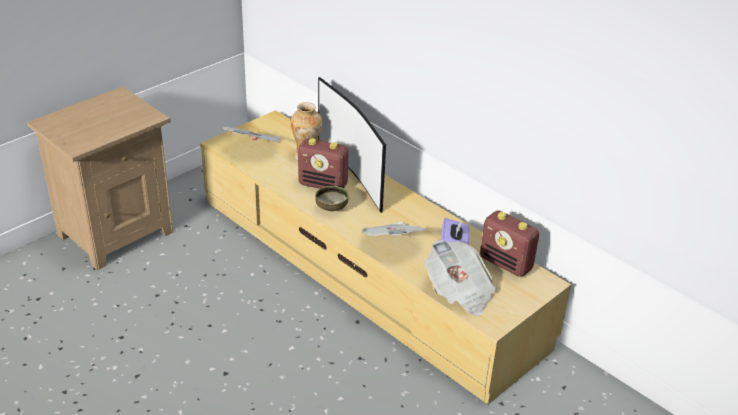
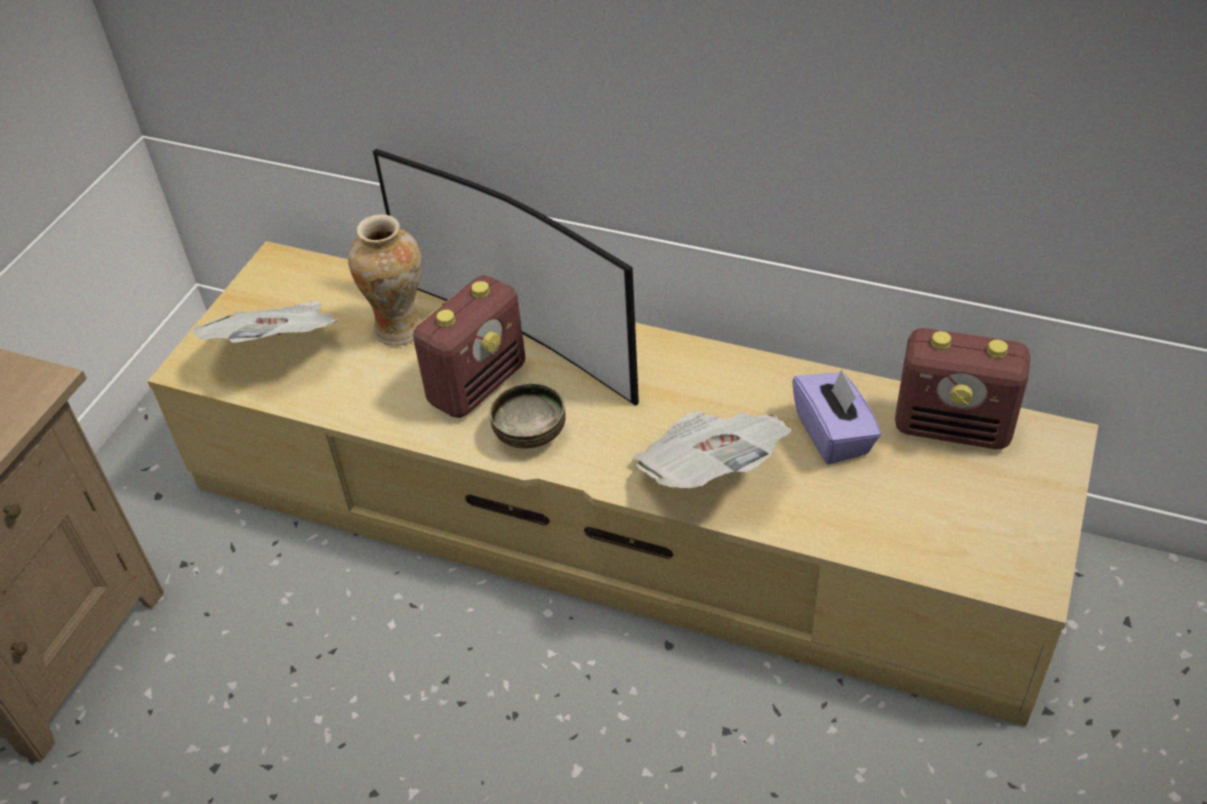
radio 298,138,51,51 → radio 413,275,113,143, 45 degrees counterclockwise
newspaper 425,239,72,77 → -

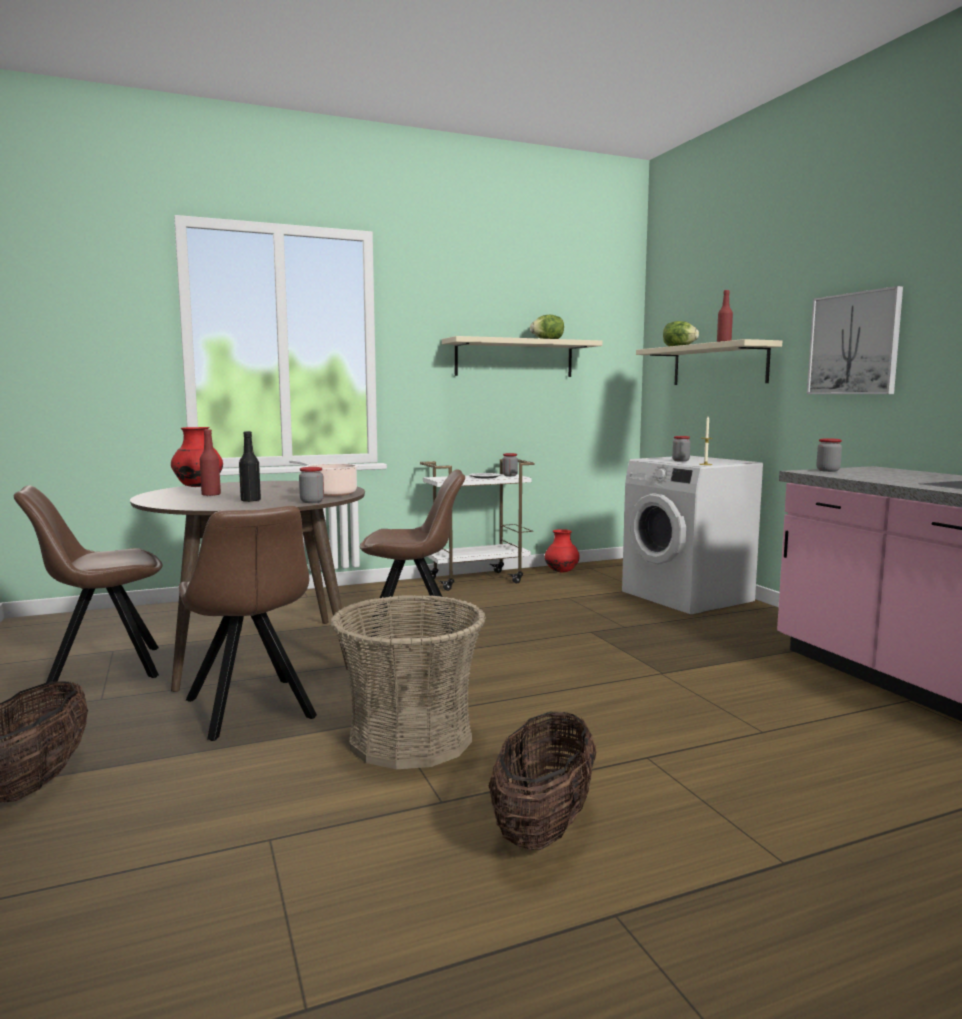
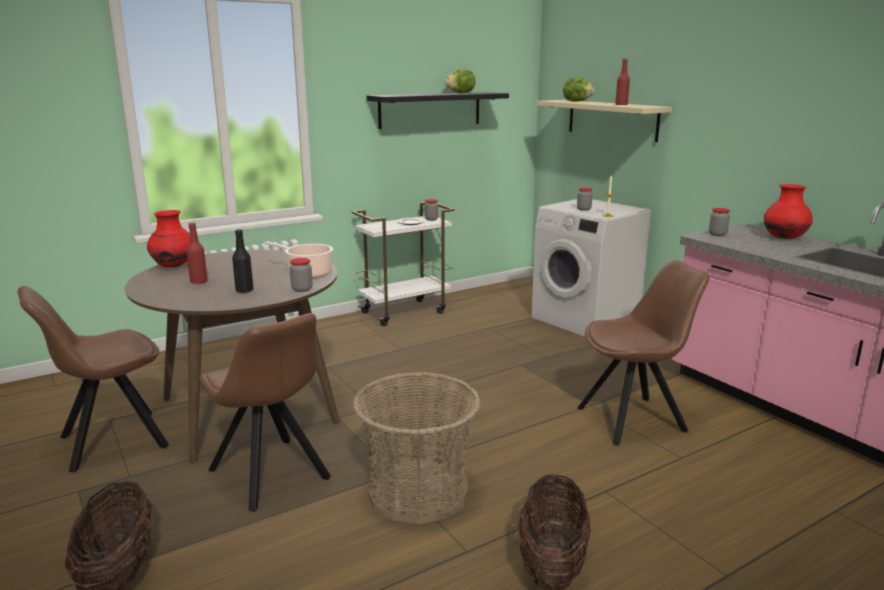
picture 807,286,96,108 → -
shelf in beige 442,336,160,41 → shelf in black 367,92,142,37
chair in brown 359,469,106,168 → chair in brown 578,260,132,185, shifted
vase in red 545,529,35,44 → vase in red 764,184,49,55, shifted

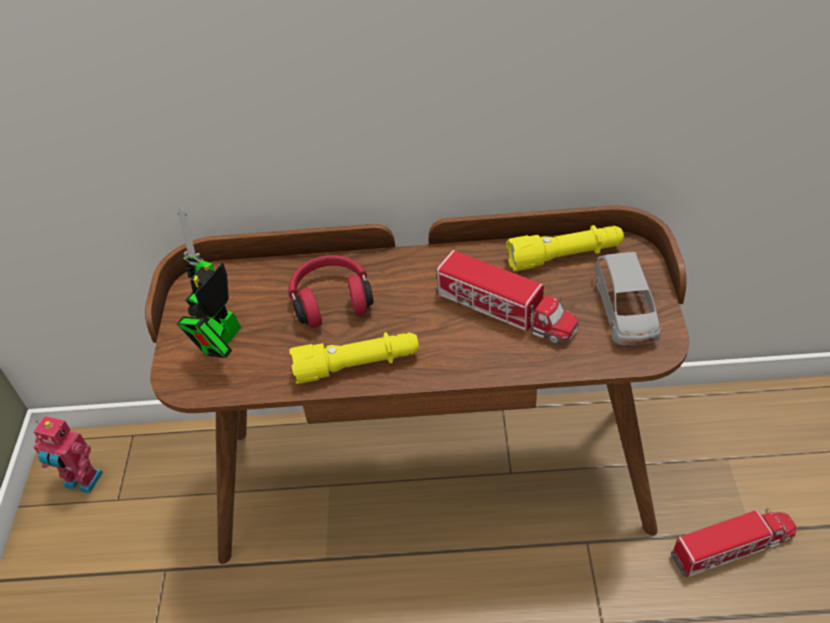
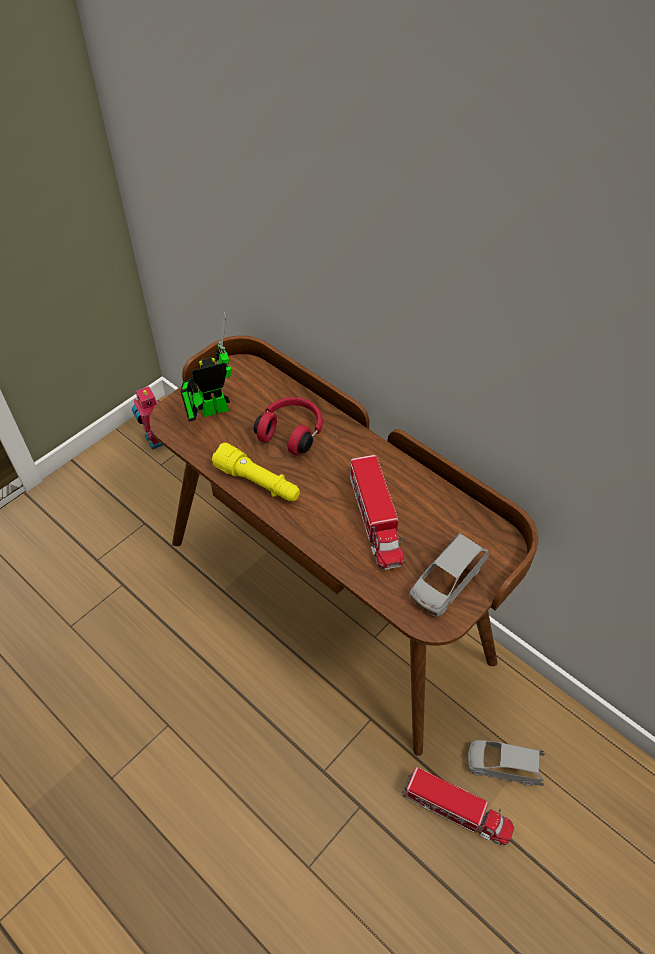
flashlight in yellow 506,225,118,46 → -
- → toy car in grey 467,740,78,46

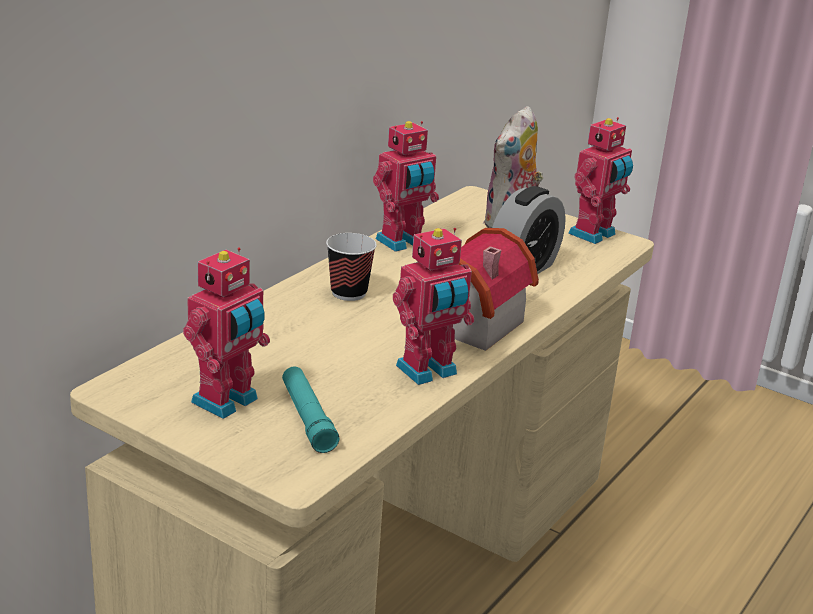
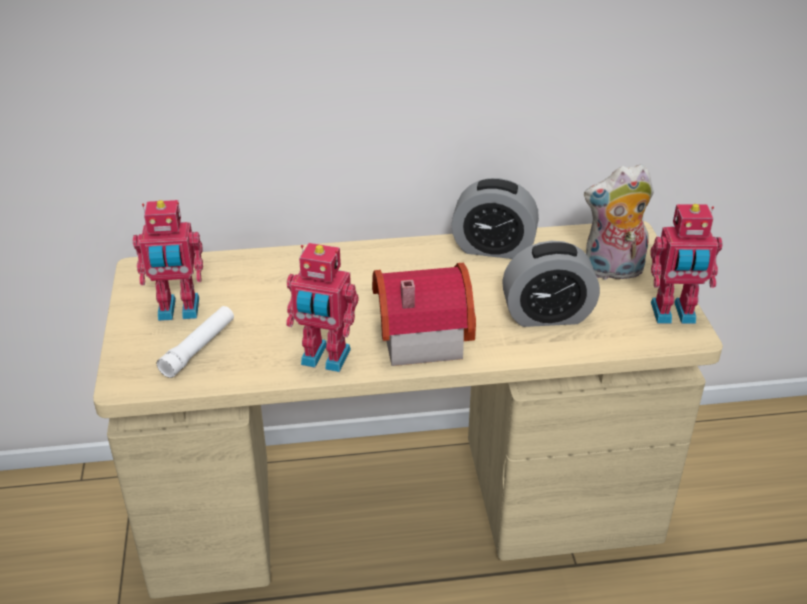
toy robot 373,121,66,131 → alarm clock 451,178,88,81
cup 326,233,51,68 → -
flashlight in turquoise 282,367,57,86 → flashlight in white 157,306,77,72

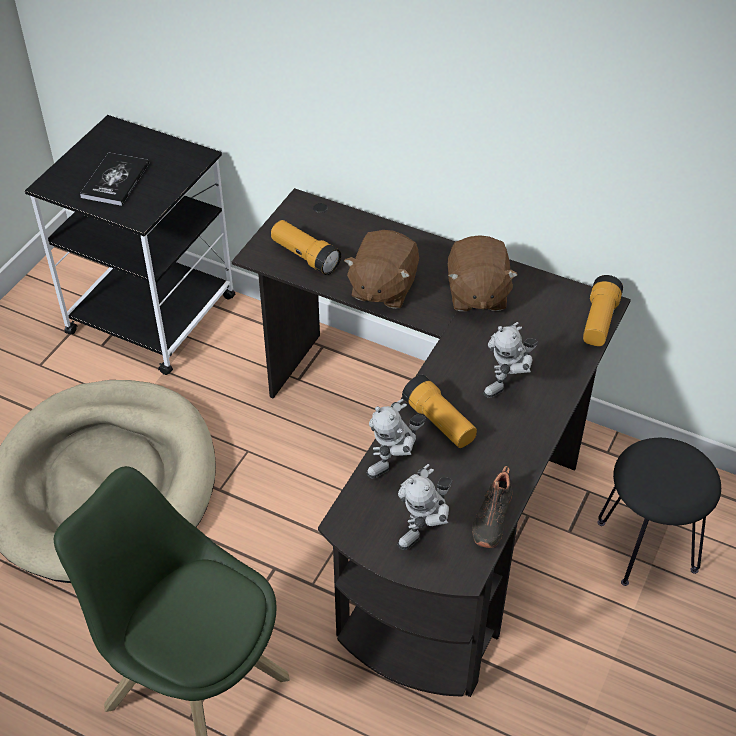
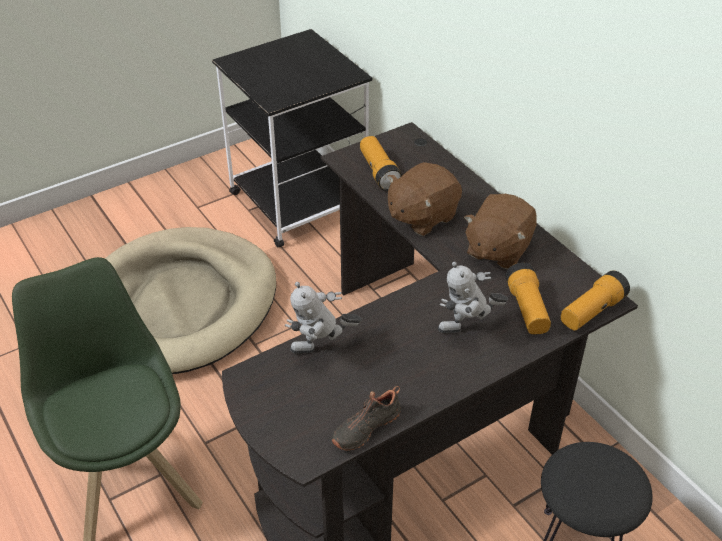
book 80,152,69,54 → -
flashlight 402,375,75,73 → flashlight 506,262,45,72, shifted
toy robot 398,464,54,86 → -

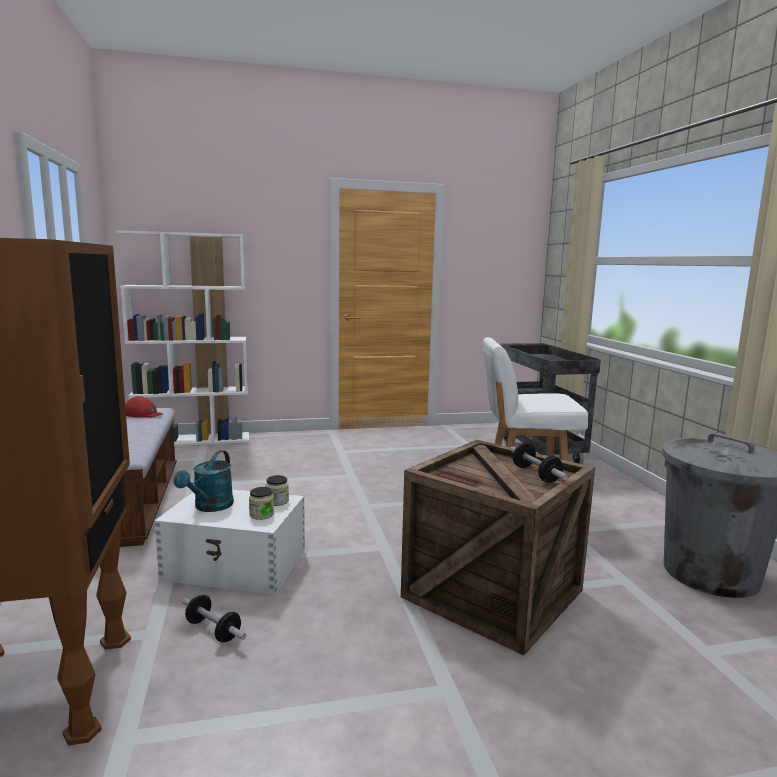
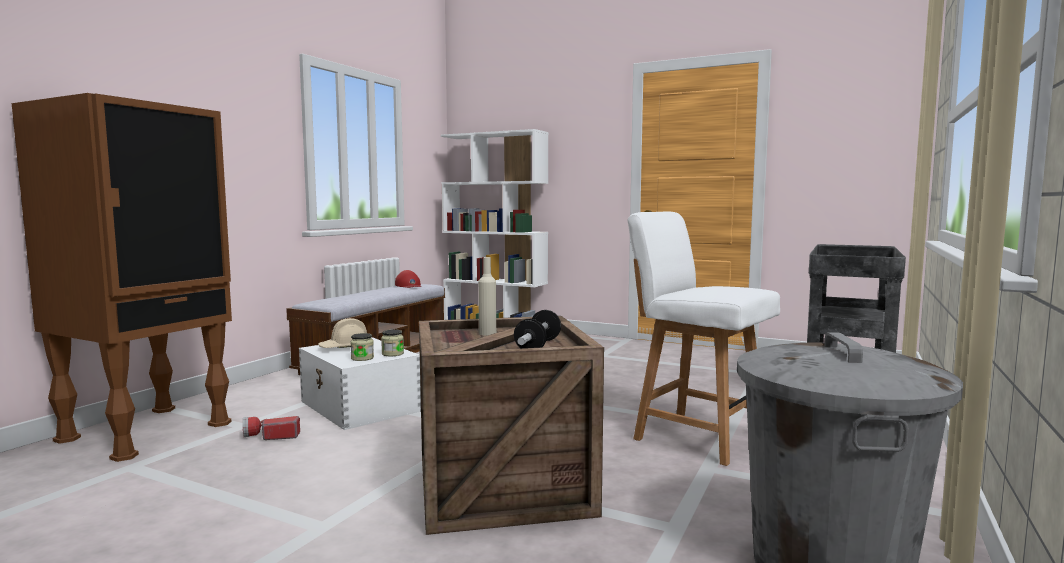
watering can in turquoise 174,450,60,62 → hard hat in beige 318,318,49,30
dumbbell 182,595,64,47 → flashlight 243,416,57,24
- → bottle in beige 478,257,18,79

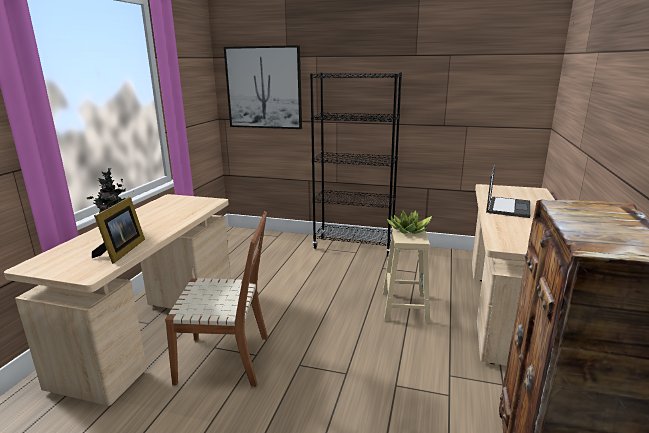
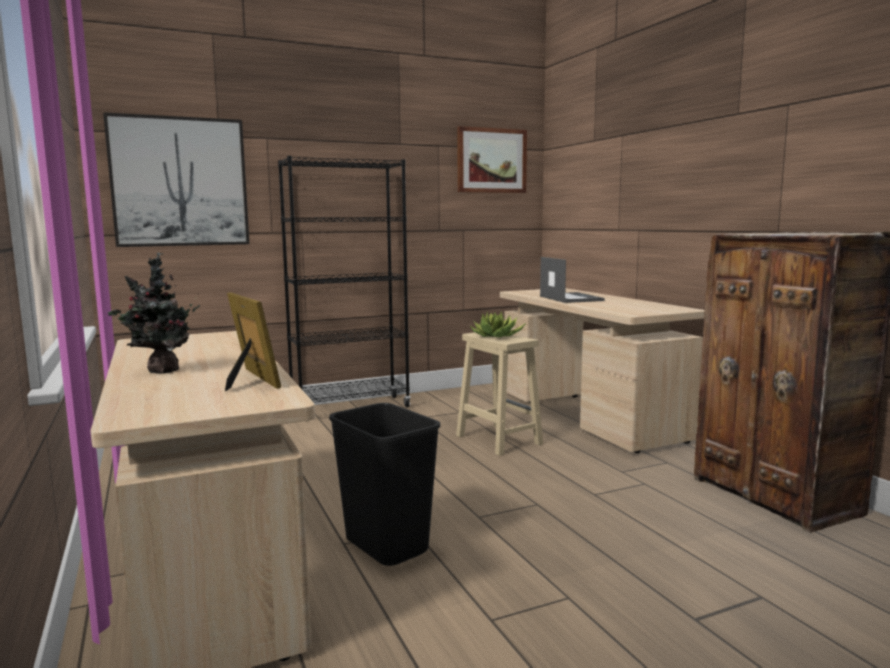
chair 165,211,103,176 → trash can in black 329,403,111,163
- → picture 457,126,70,67

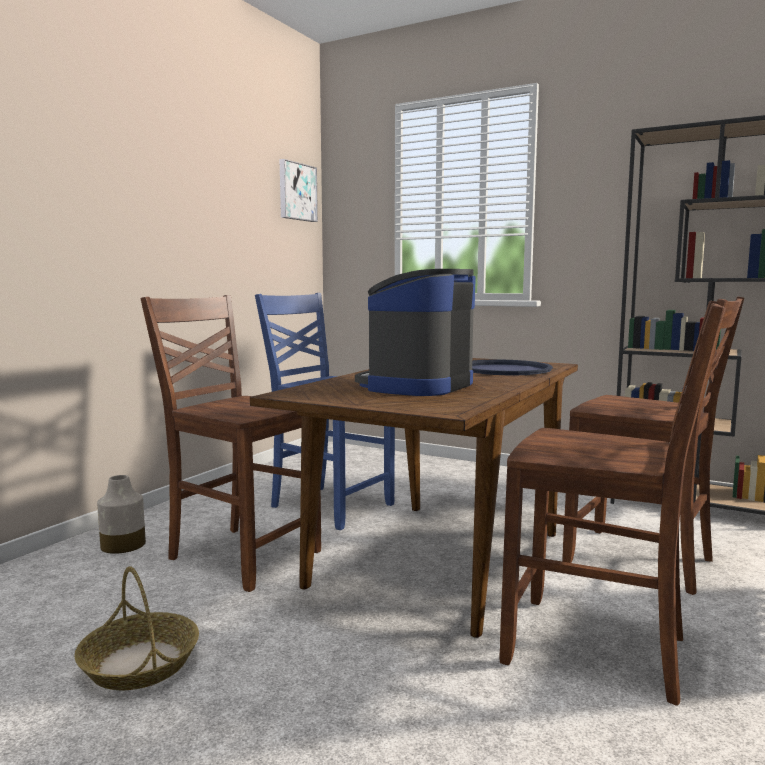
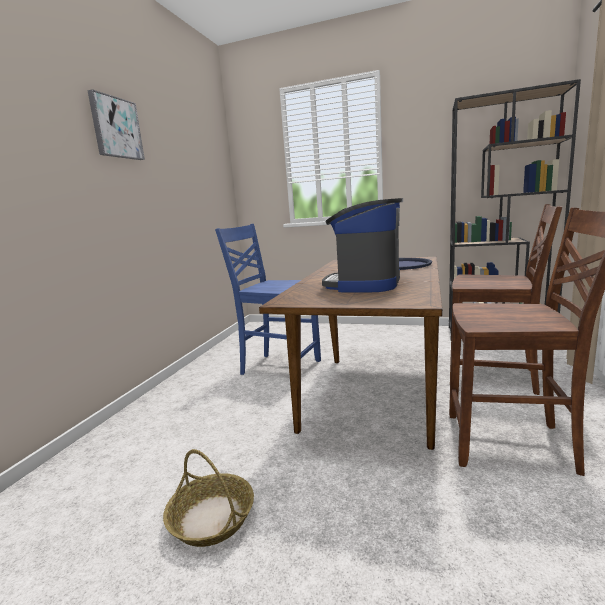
picture 279,159,39,63 → picture 87,89,58,71, shifted
chair in brown 141,295,180,297 → -
vase in beige 97,475,49,79 → -

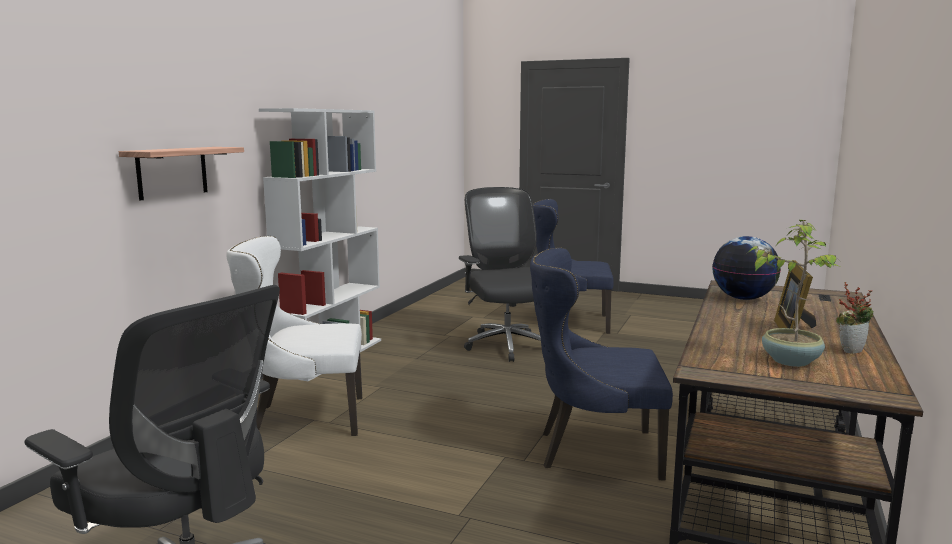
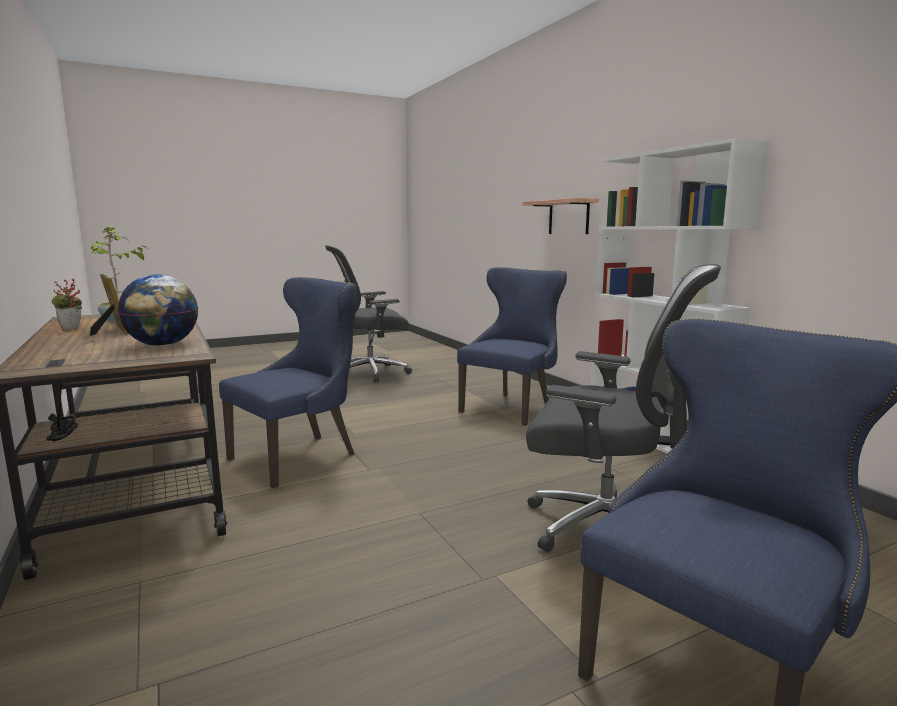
chair in white 226,236,136,200 → chair in blue 457,267,110,159

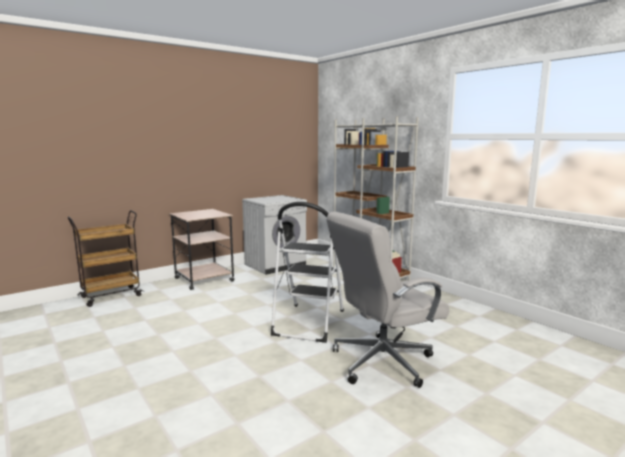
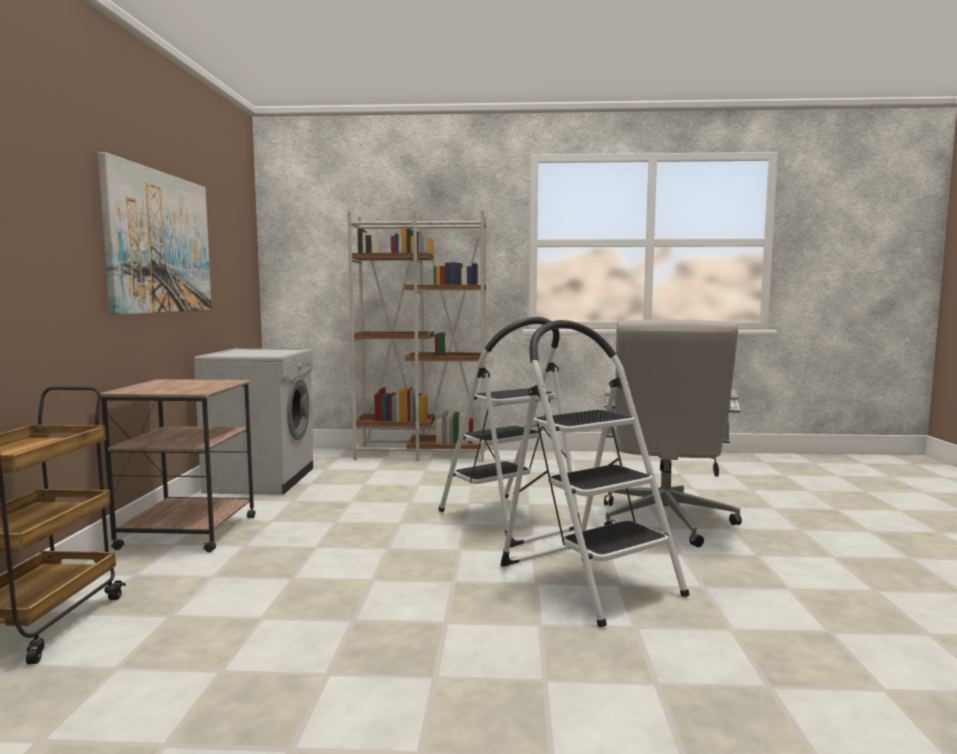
- → picture 98,152,114,163
- → step ladder 501,320,189,307

